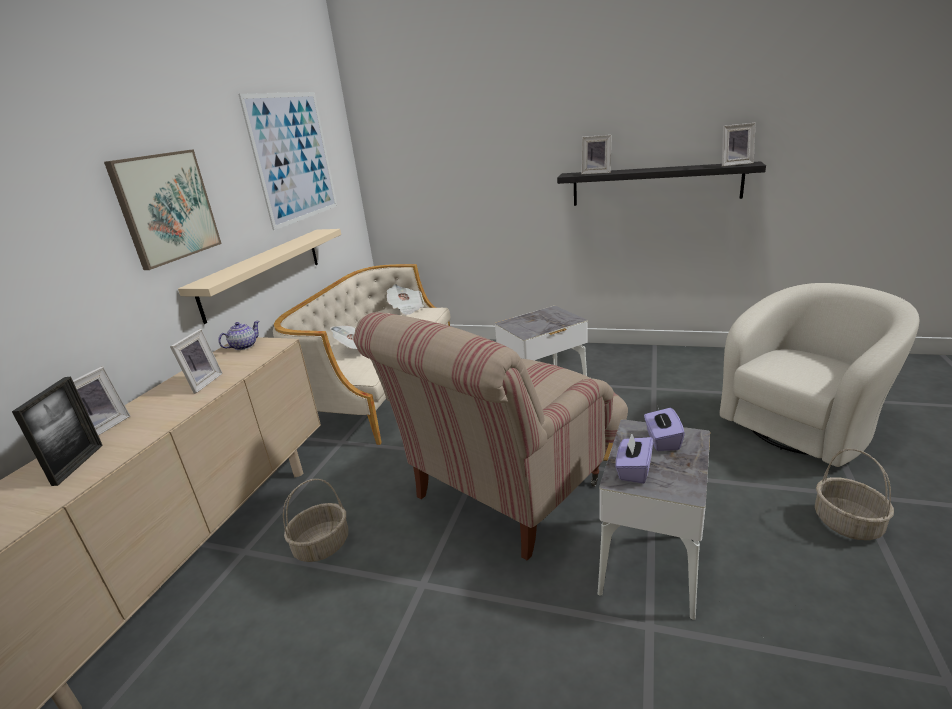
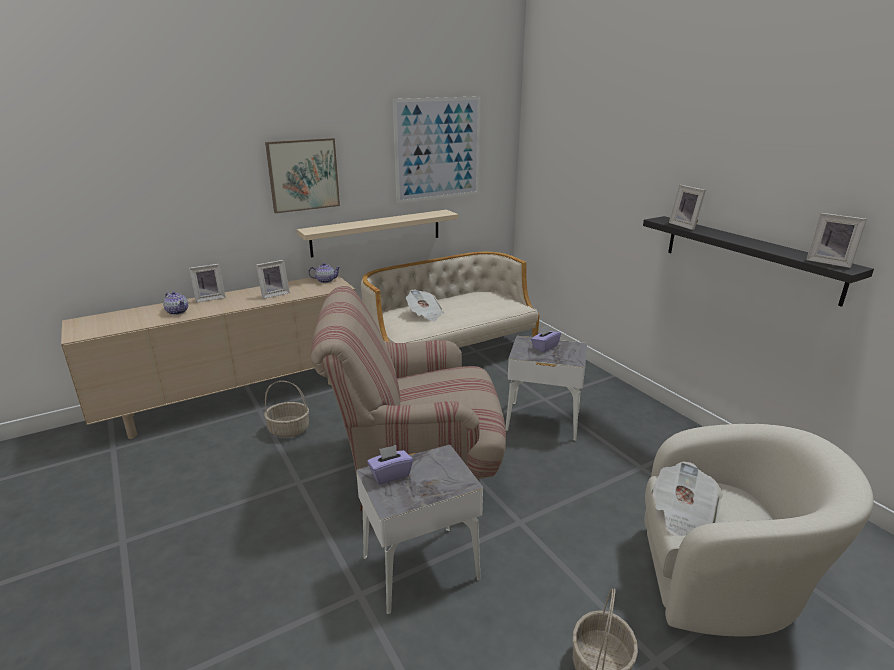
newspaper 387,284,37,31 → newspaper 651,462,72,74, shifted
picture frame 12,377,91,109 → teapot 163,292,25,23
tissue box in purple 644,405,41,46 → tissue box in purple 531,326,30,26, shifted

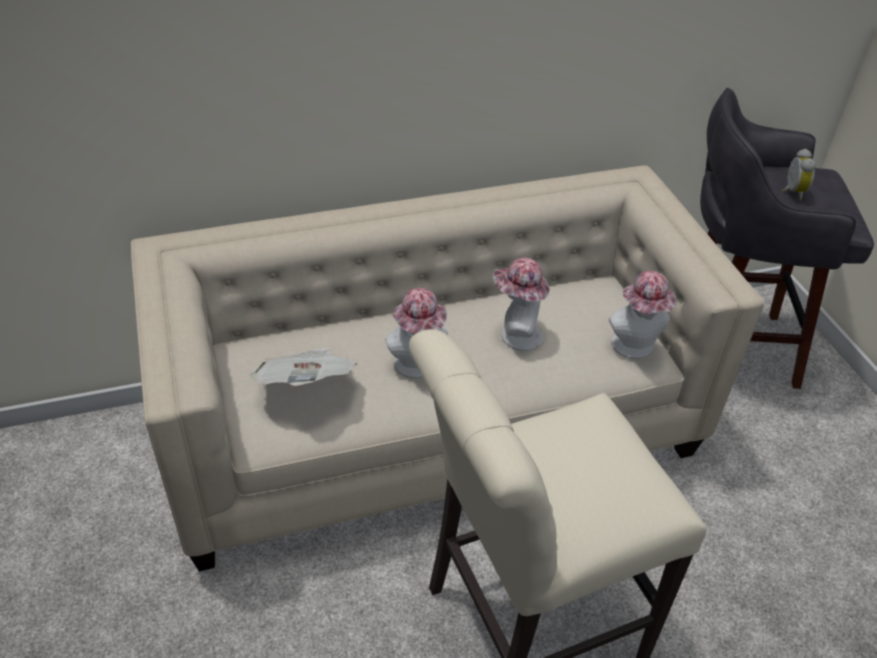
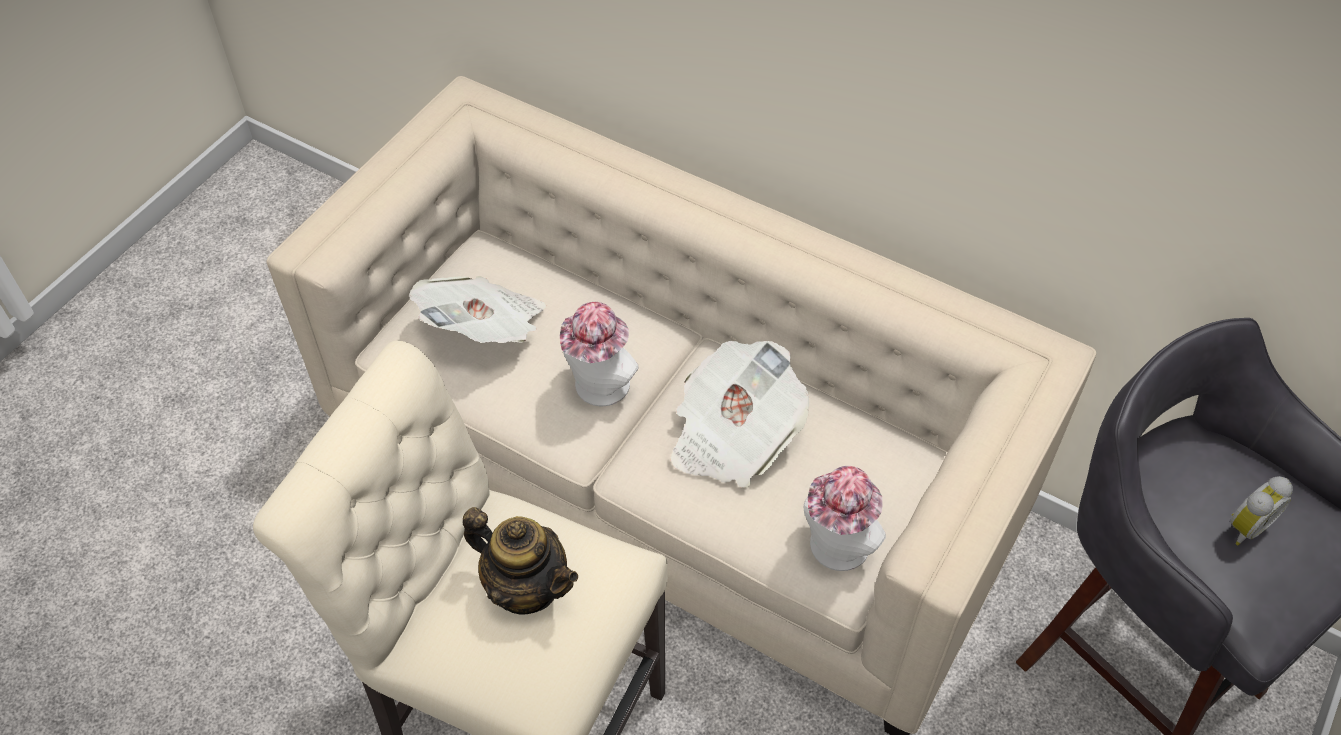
hat 493,258,57,93 → newspaper 671,340,138,148
- → teapot 463,507,115,108

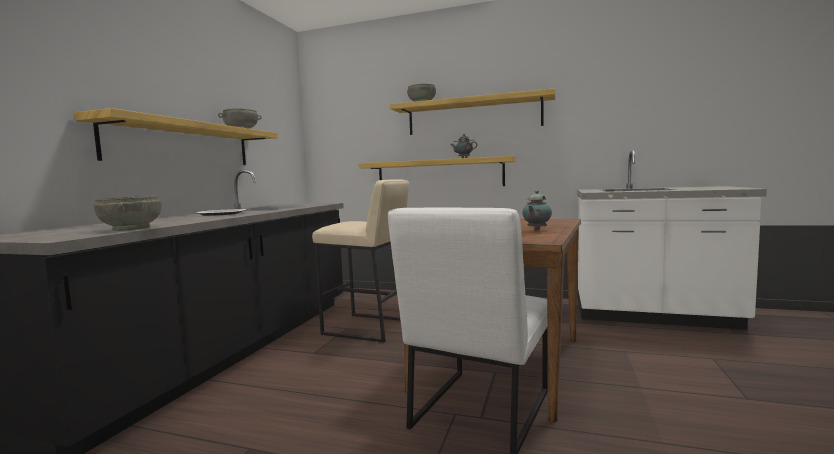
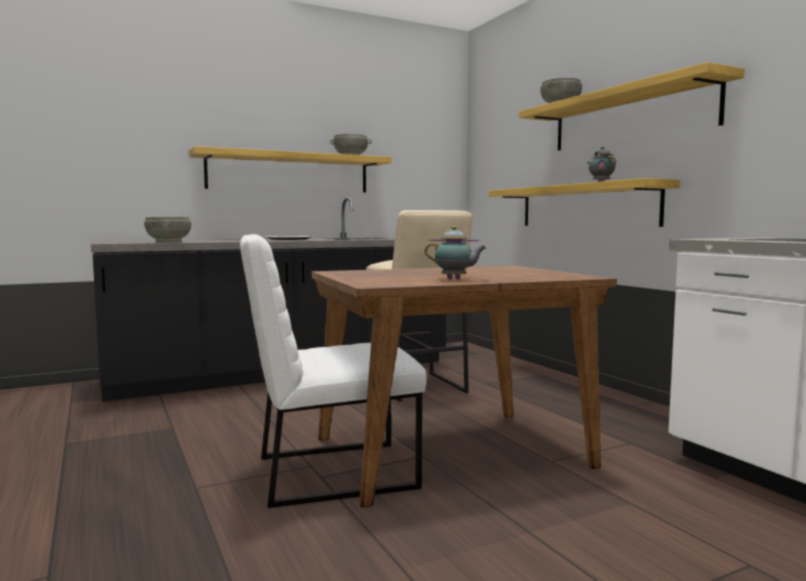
teapot 523,190,29,40 → teapot 424,226,63,54, 150 degrees counterclockwise

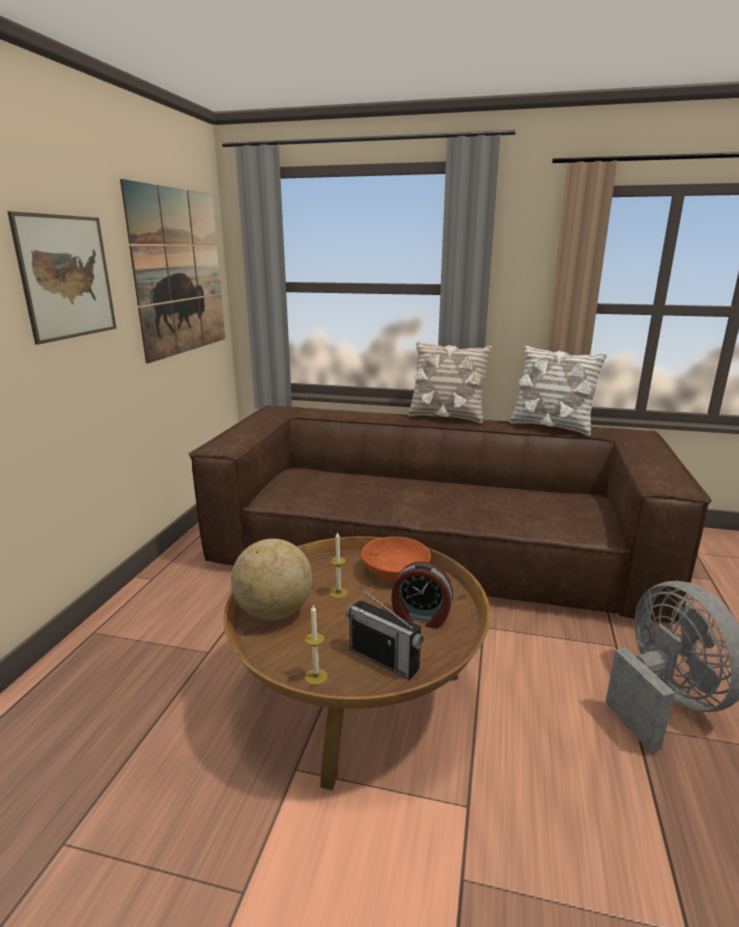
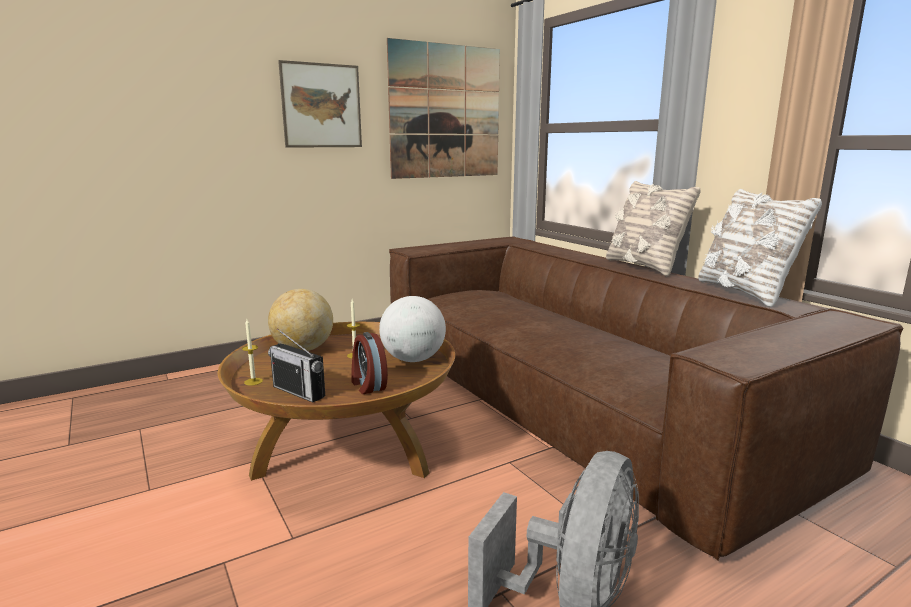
bowl in orange 361,536,70,45 → globe 379,296,67,66
radio 346,588,78,92 → radio 268,329,57,73, 45 degrees counterclockwise

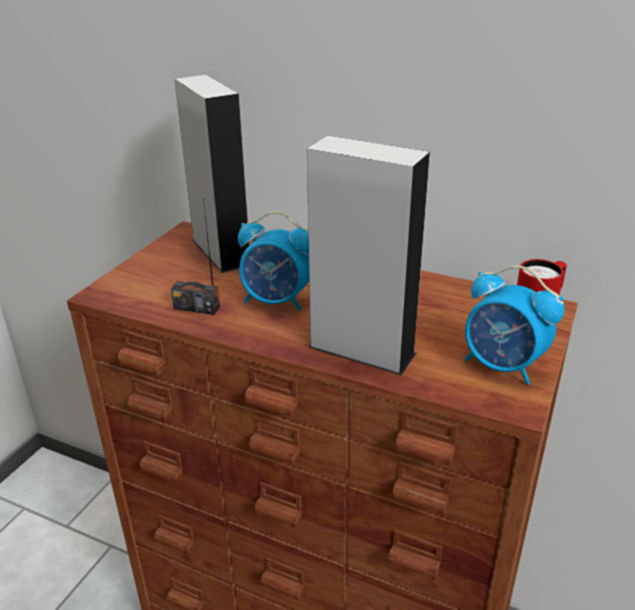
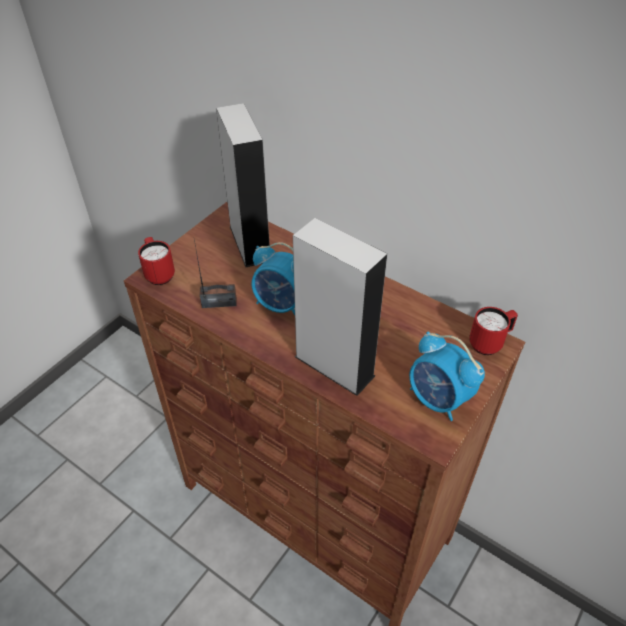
radio 171,198,49,117 → radio 194,240,42,68, 150 degrees clockwise
- → mug in red 138,237,37,48

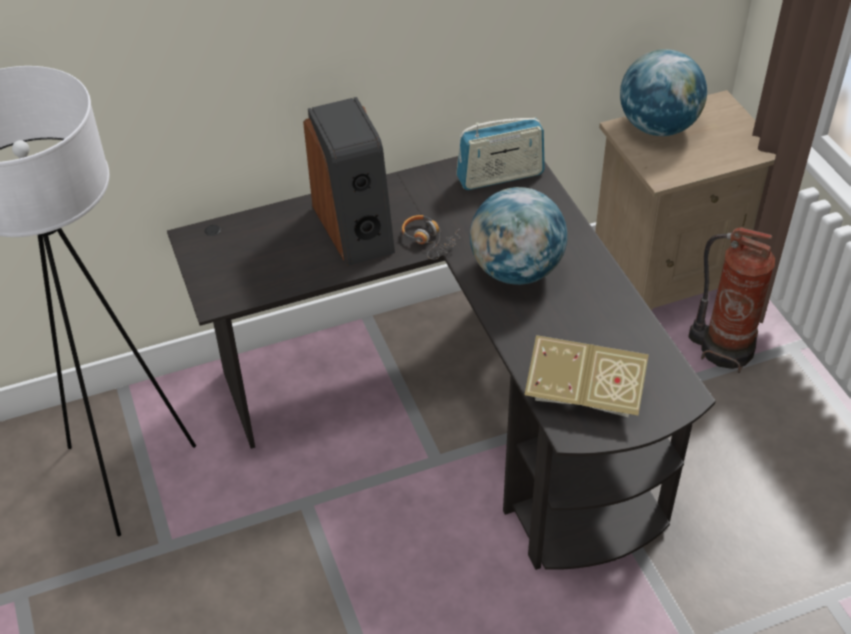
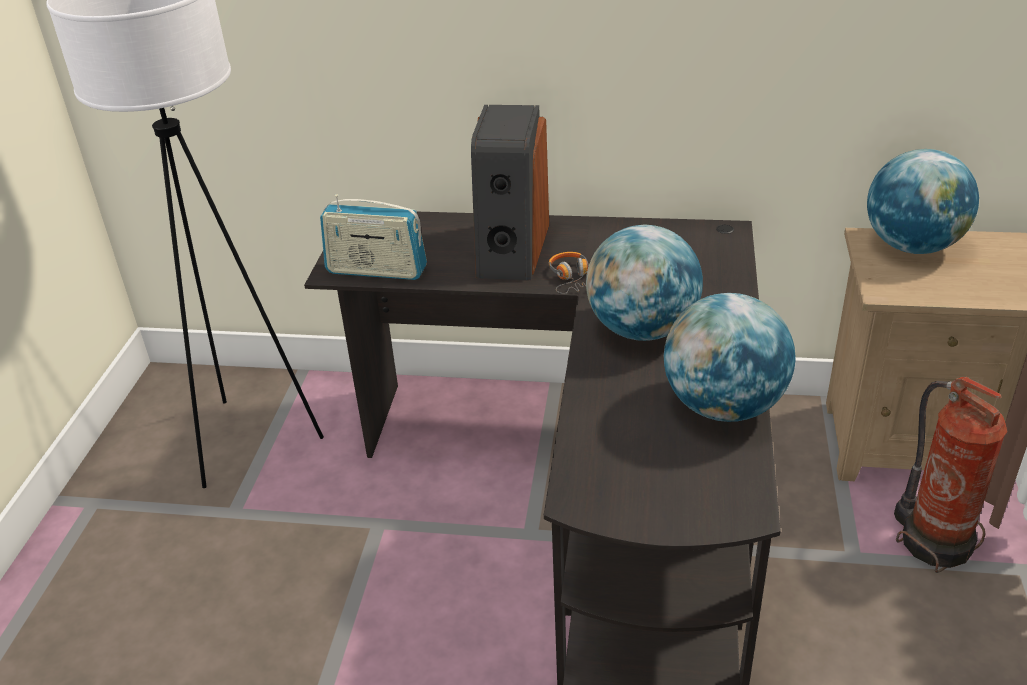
radio 456,117,89,73 → radio 320,194,107,86, shifted
book 524,335,125,82 → -
- → globe 664,293,131,129

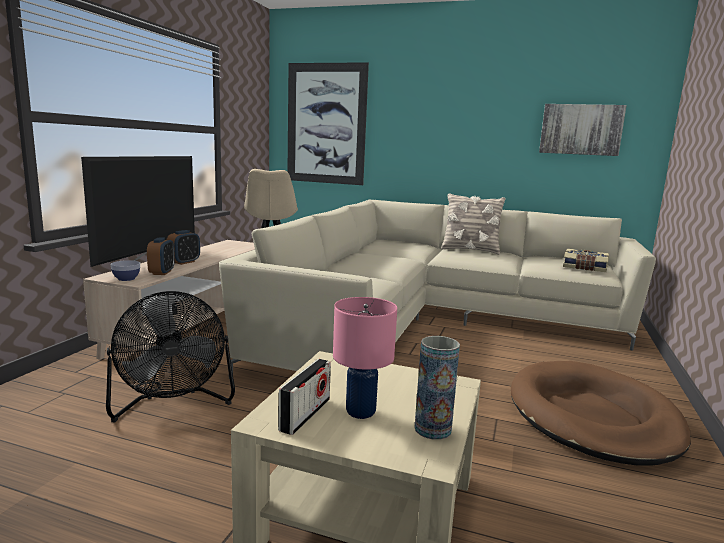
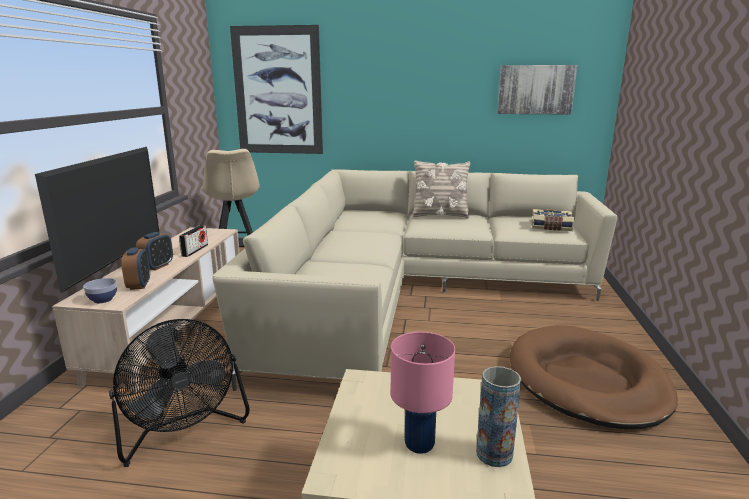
radio 278,359,53,76 → radio 179,225,29,32, shifted

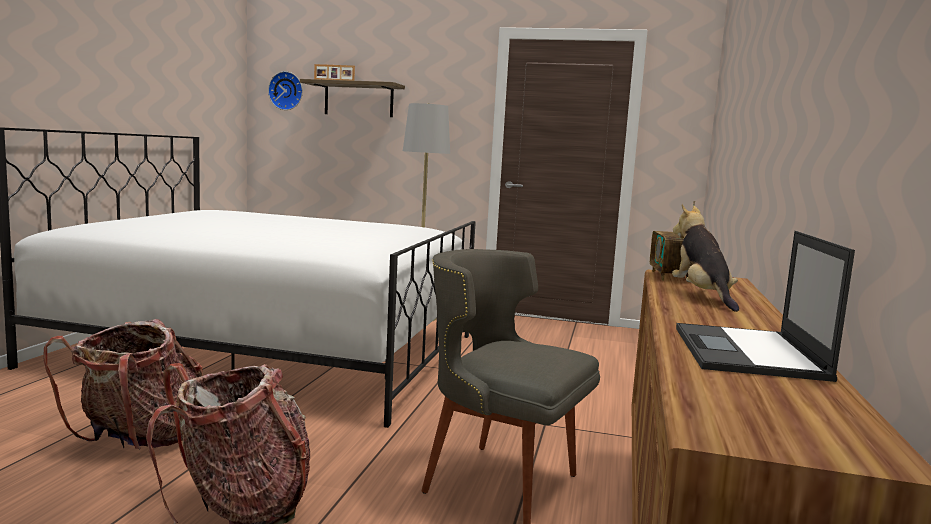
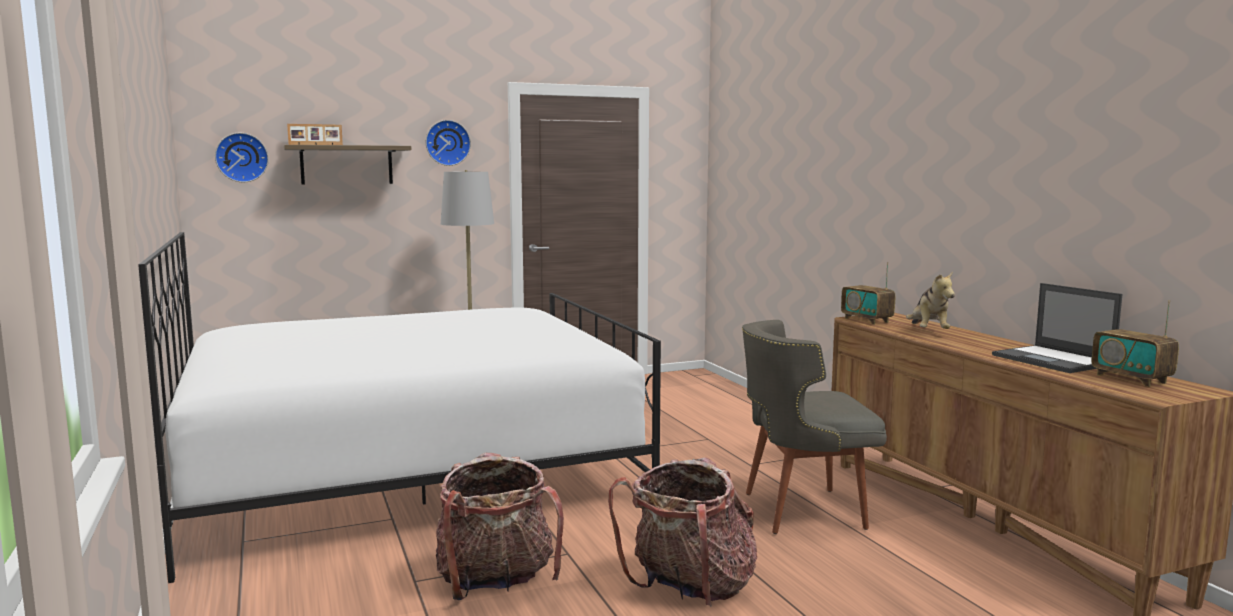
plush toy 672,204,67,108 → plush toy 906,271,49,58, 135 degrees counterclockwise
- → wall clock 426,120,45,46
- → radio 1092,300,87,87

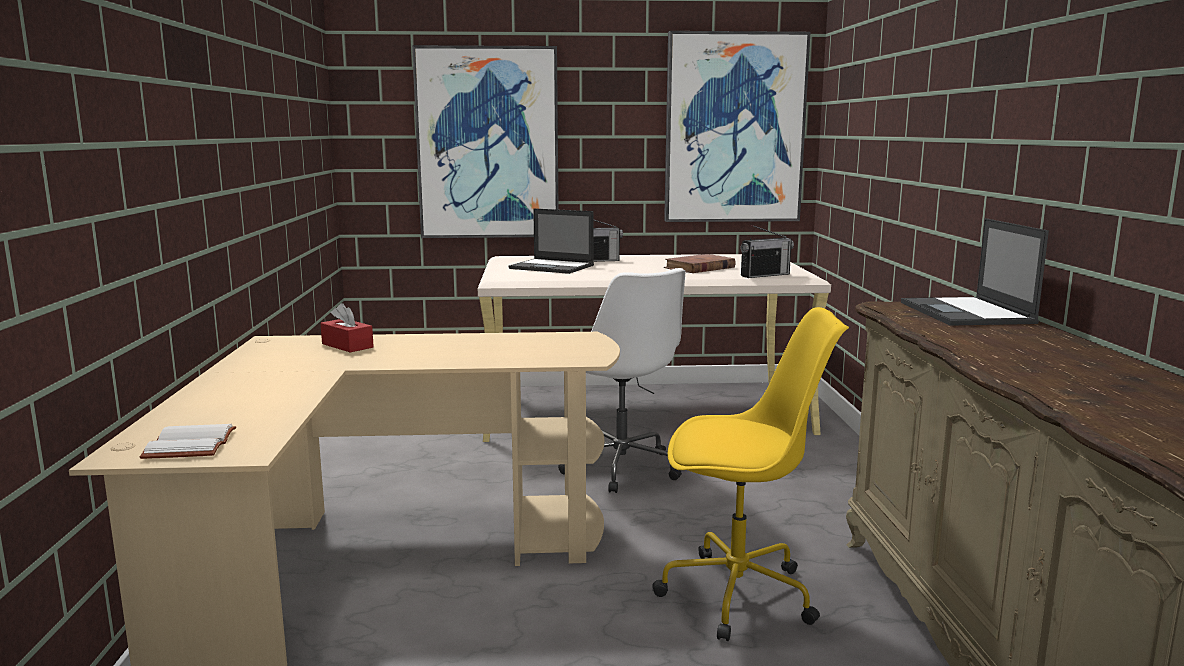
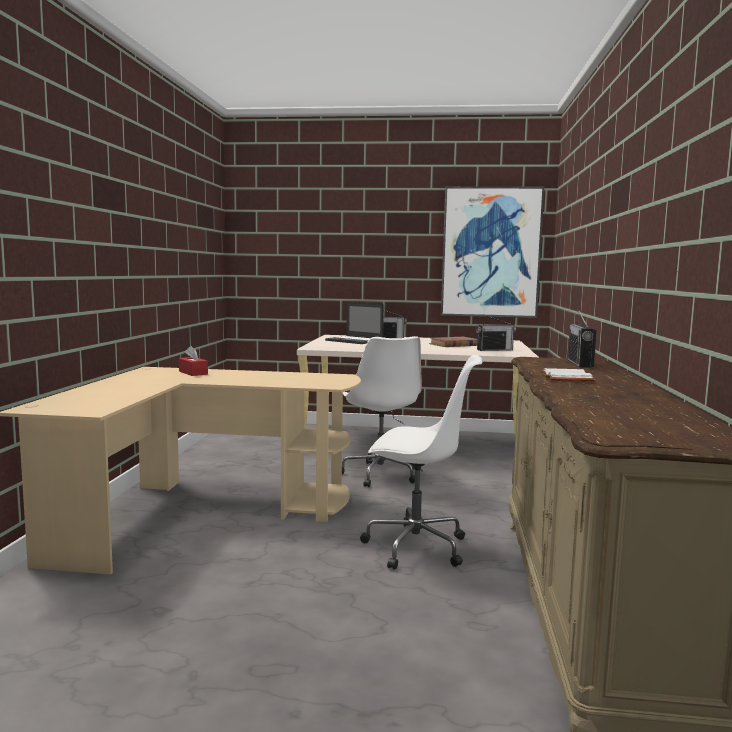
picture 412,45,147,193 → -
laptop 901,218,148,108 → radio 568,309,29,59
office chair in yellow 652,307,197,334 → office chair in white 360,355,122,215
book in white 140,424,96,35 → book in white 540,368,55,13, shifted

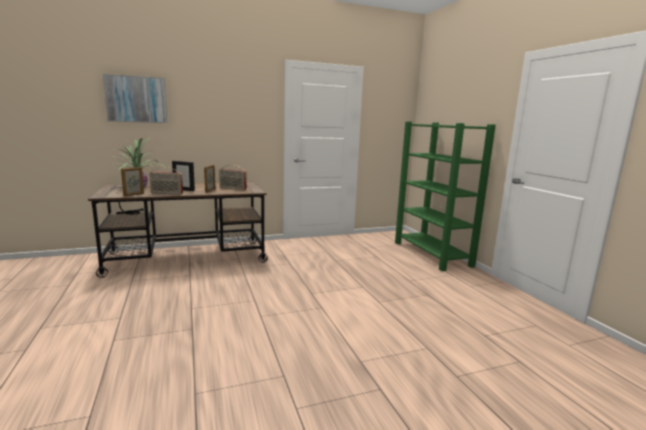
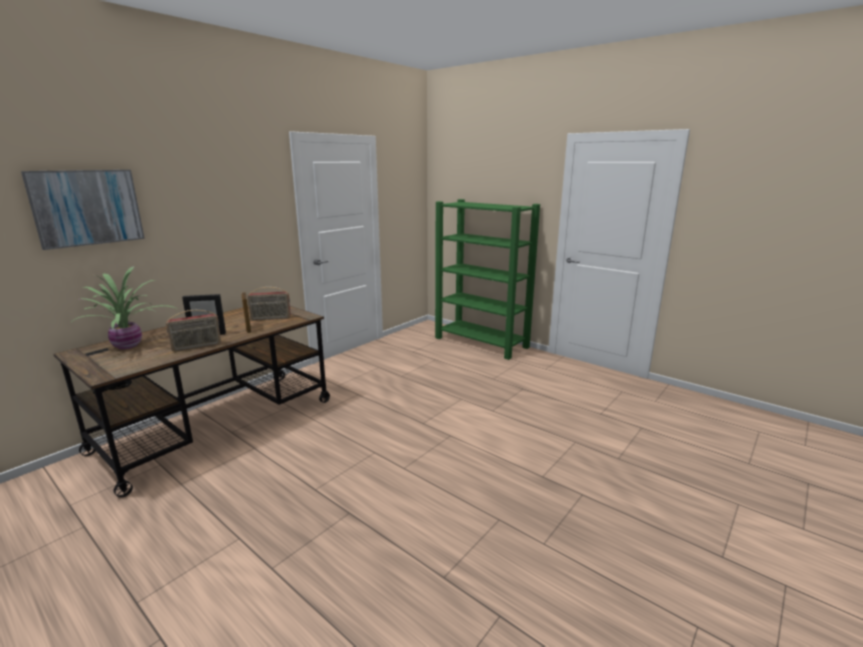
picture frame 121,167,23,29 → -

